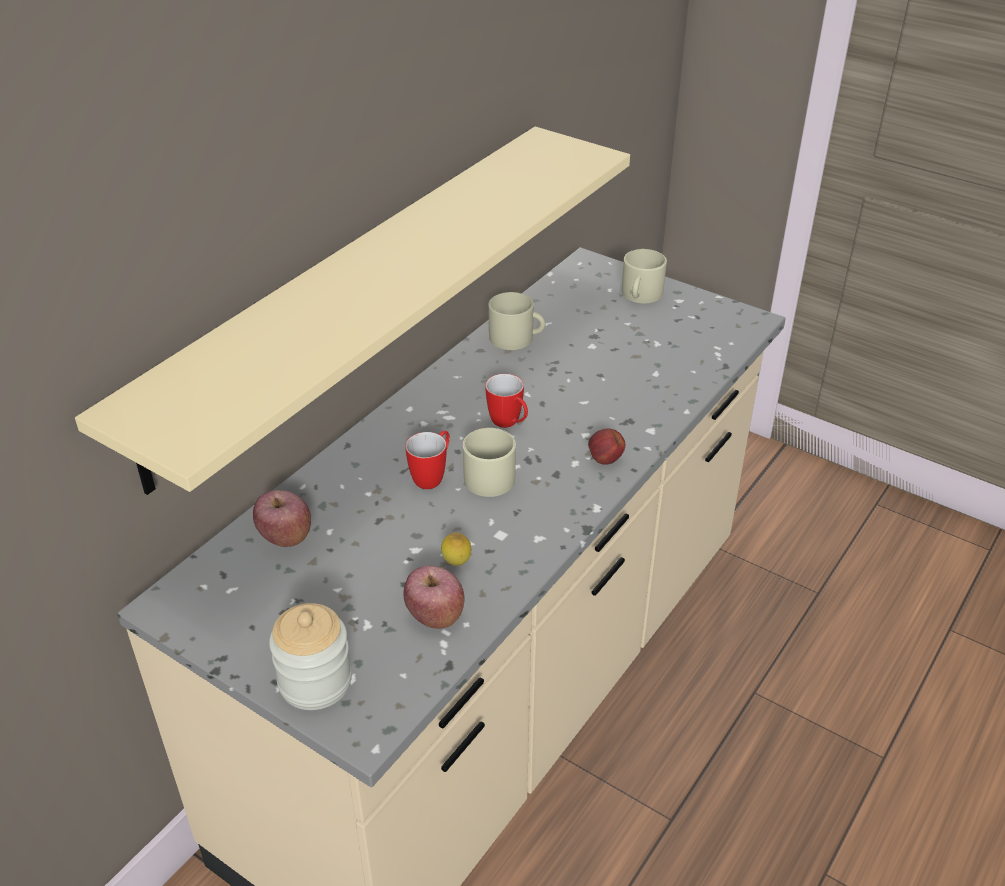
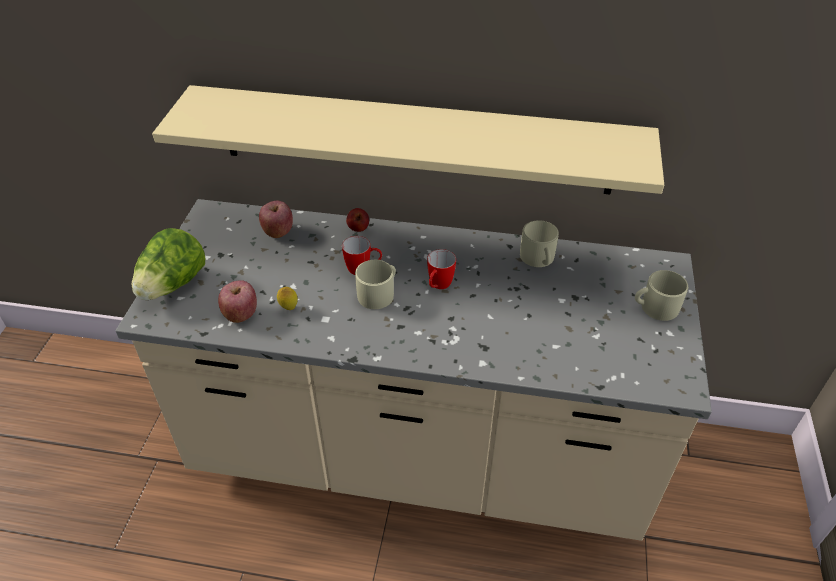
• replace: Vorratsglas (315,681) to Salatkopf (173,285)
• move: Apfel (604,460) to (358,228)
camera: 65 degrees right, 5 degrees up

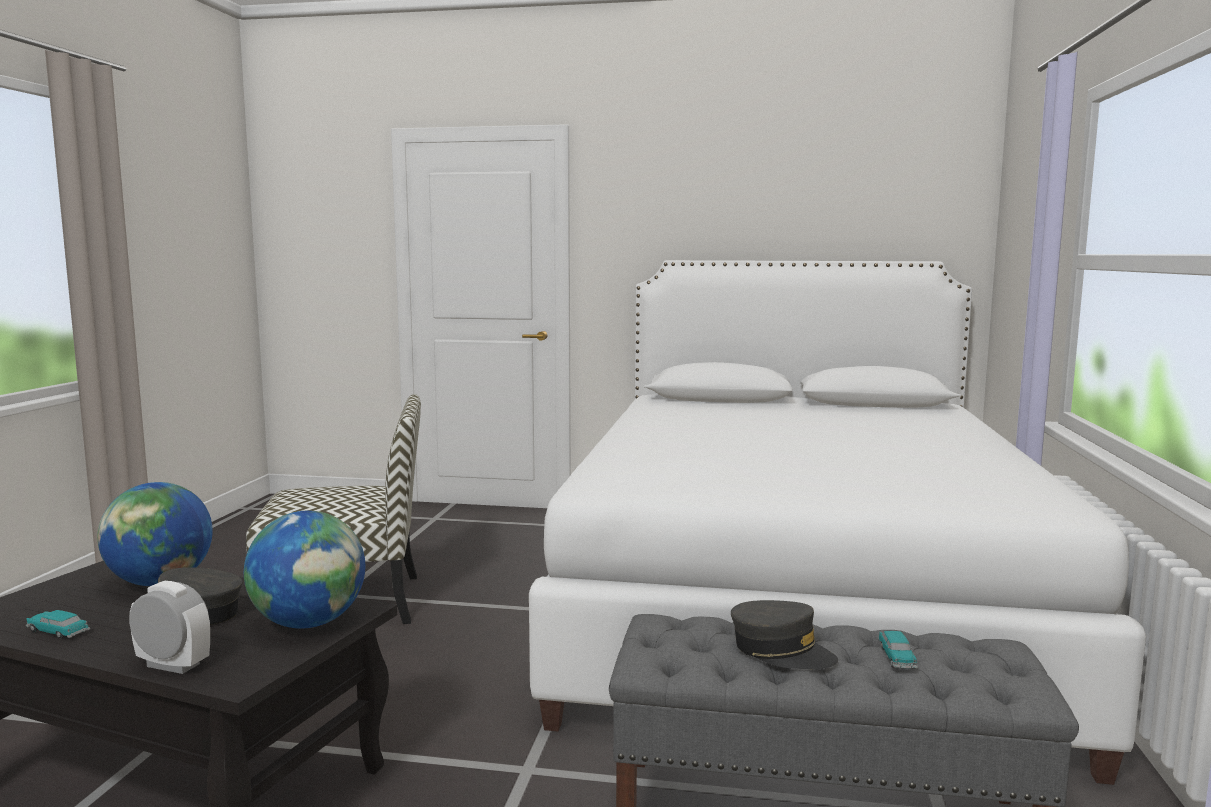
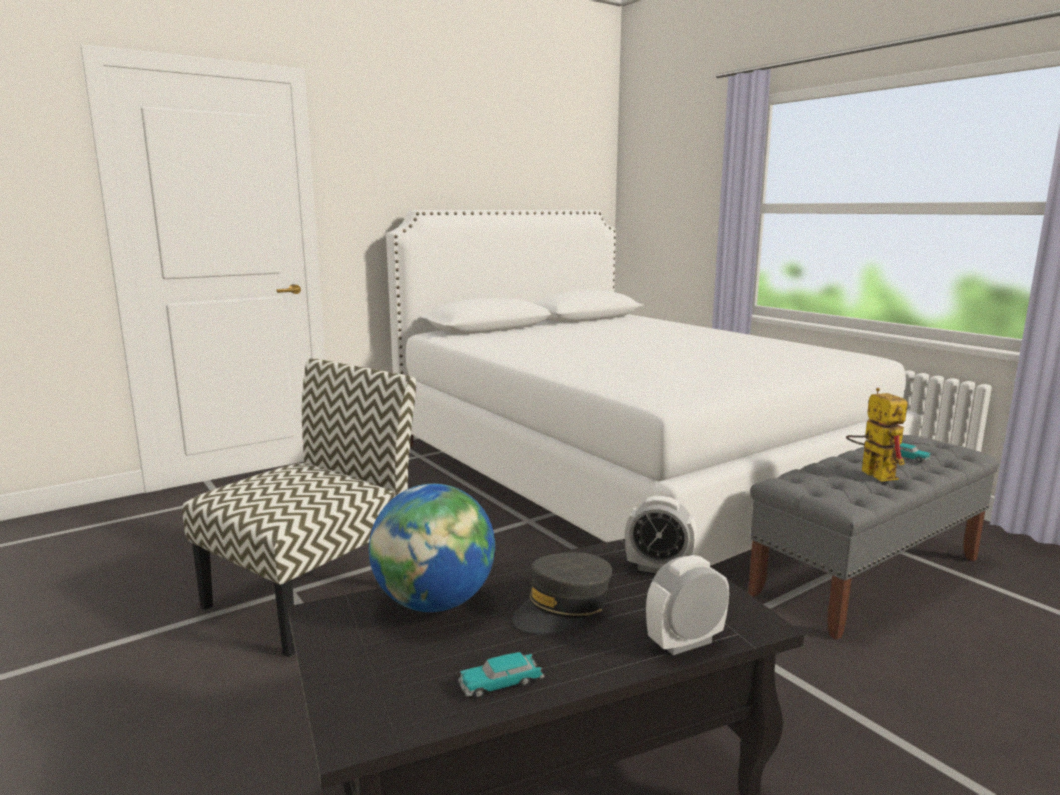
• replace: Globus (309,623) to Wecker (659,568)
• replace: Kappe/grau (781,651) to Spielzeugroboter (871,473)
camera: 45 degrees left, 5 degrees up

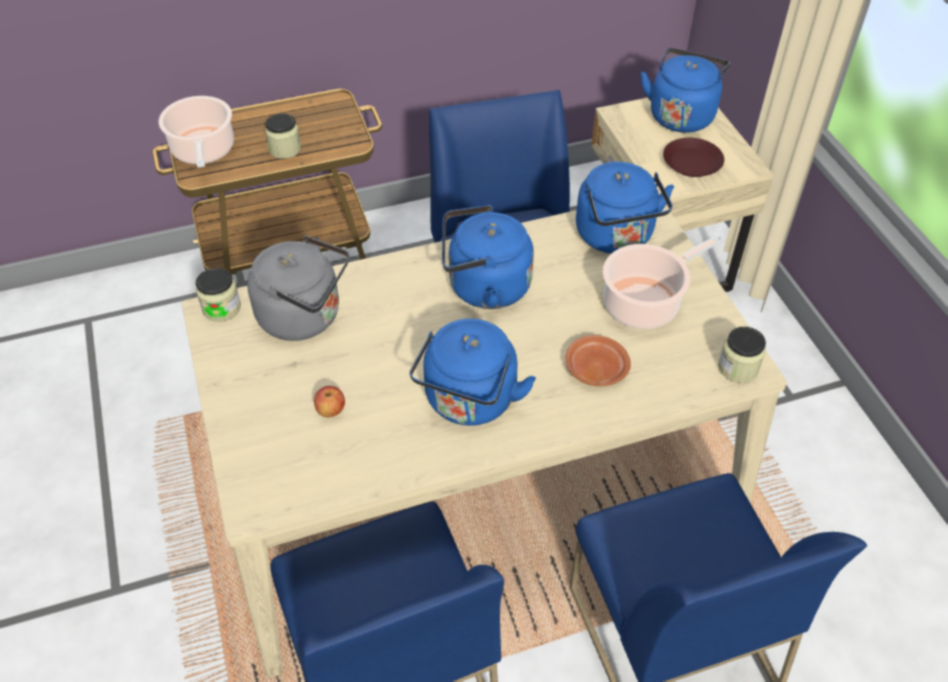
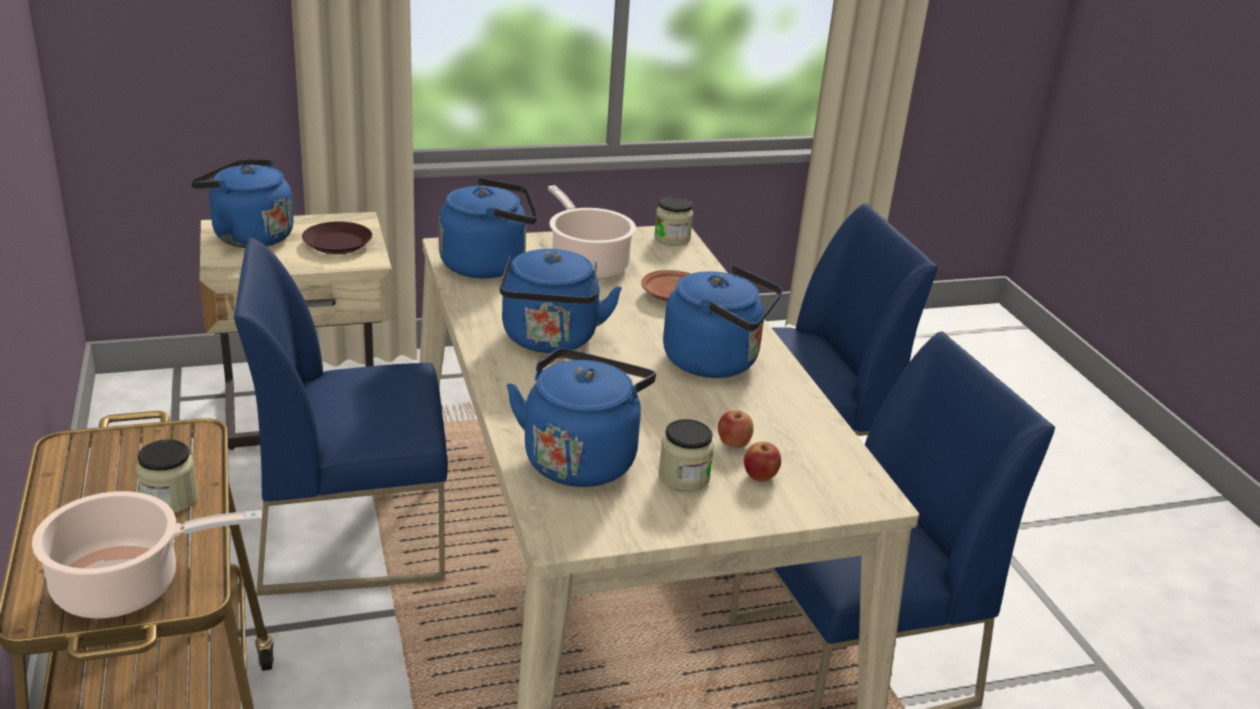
• recolor: Wasserkessel/grau (305,316) to Wasserkessel/blau (581,458)
• move: Vorratsglas (221,308) to (684,477)
• insert: Apfel (760,477)
camera: 90 degrees left, 20 degrees down

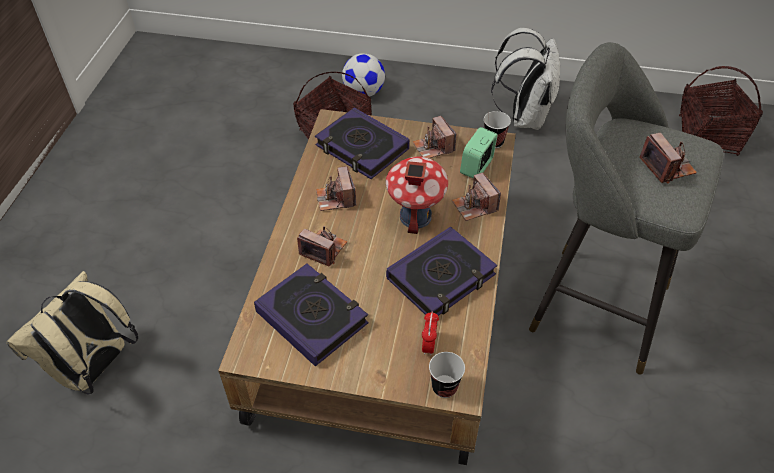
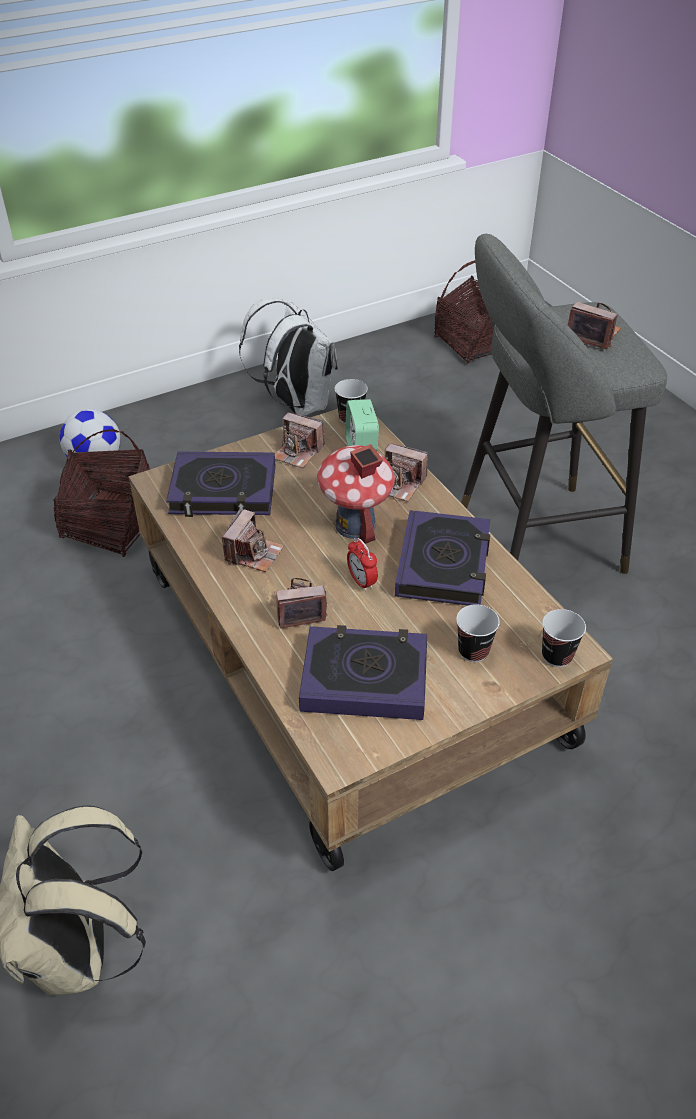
• rotate: Kamera (336,198) = (253,554) 105 degrees counterclockwise
• move: Wecker (428,345) to (362,581)
• insert: Tasse (473,651)
camera: 40 degrees left, 5 degrees down

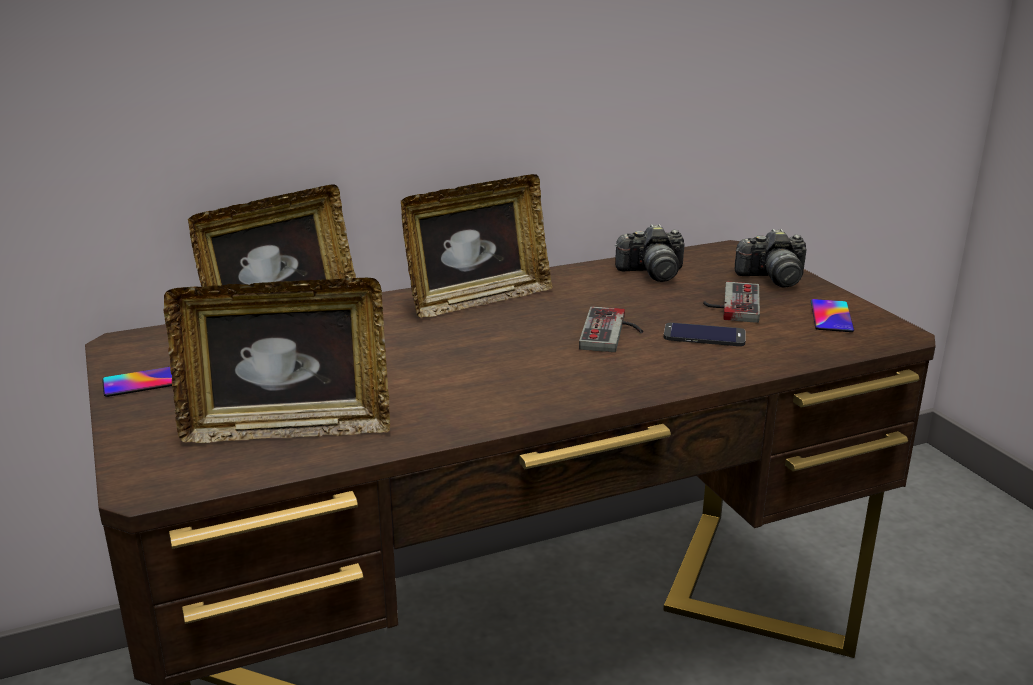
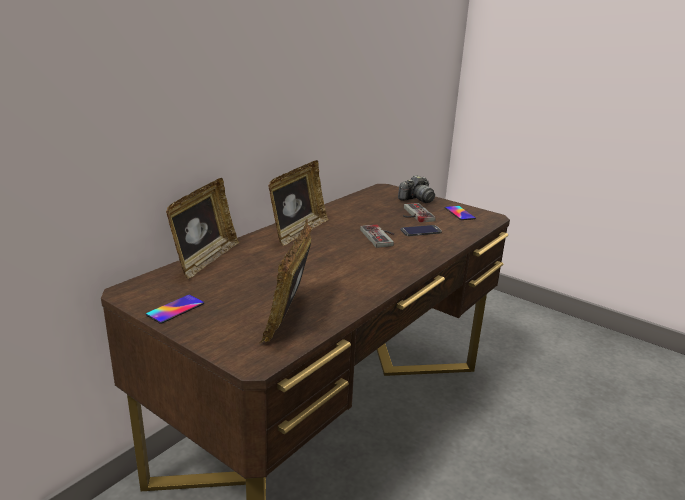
• rotate: Bilderrahmen (287,429) = (288,316) 135 degrees clockwise
• delete: Kamera (652,273)
camera: 30 degrees left, 0 degrees up

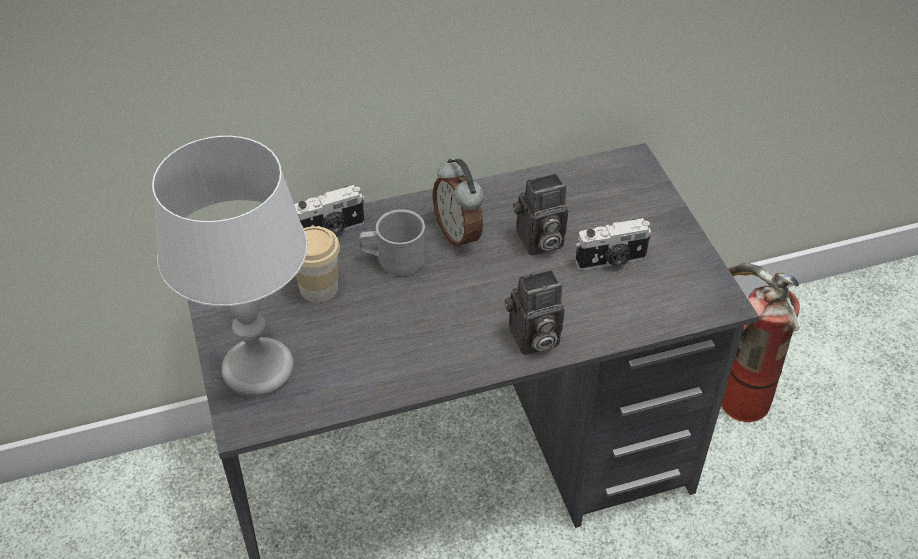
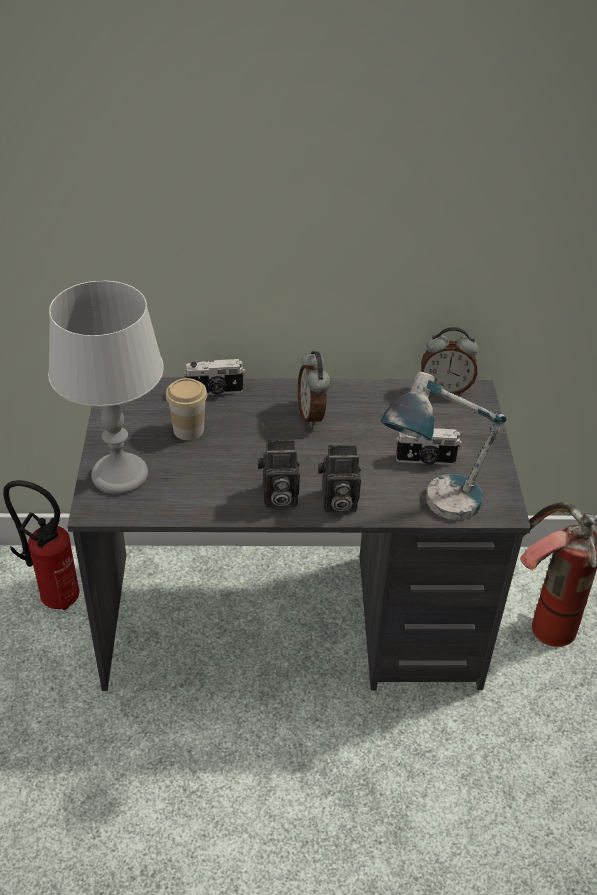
• insert: Feuerlöscher (56,596)
• move: Kamera (538,242) to (278,498)
• insert: Tischlampe (432,508)
• insert: Wecker (445,389)
• delete: Henkelbecher/grau (393,259)
camera: 15 degrees right, 5 degrees down

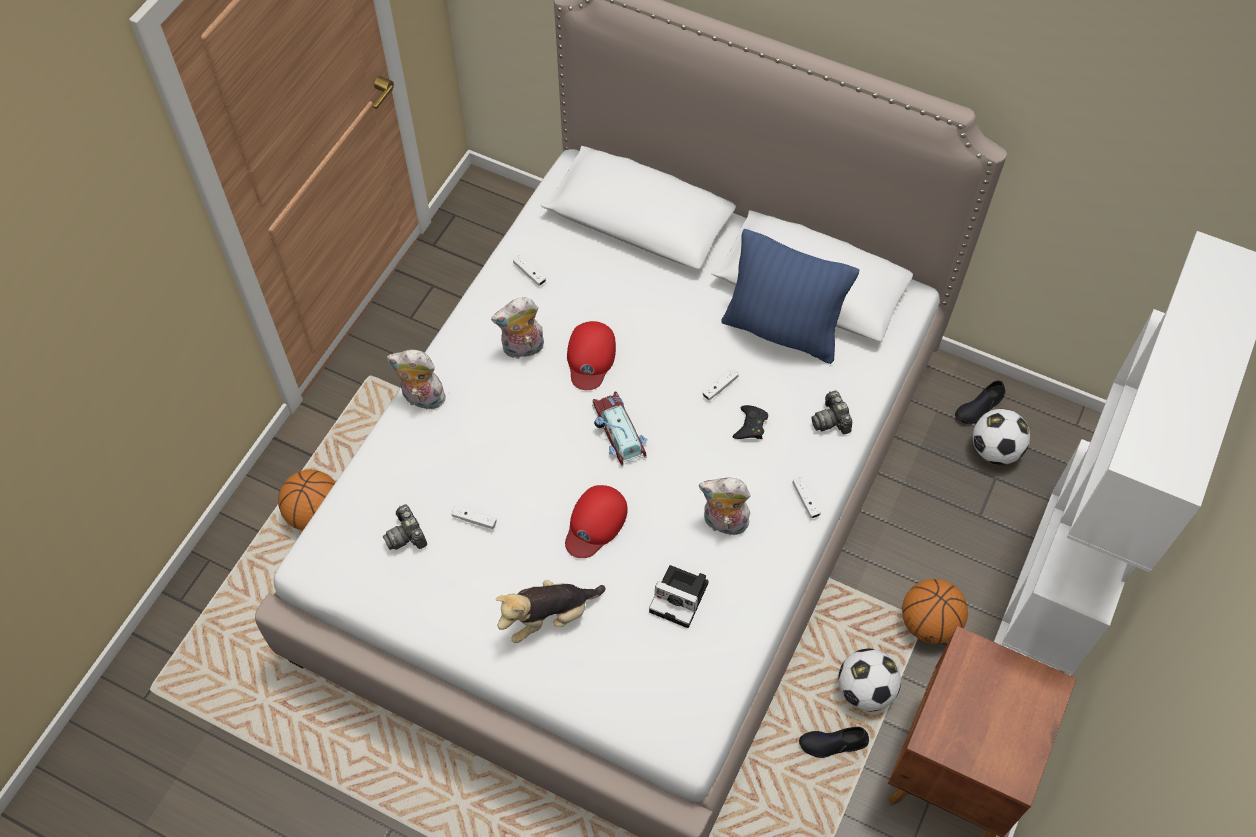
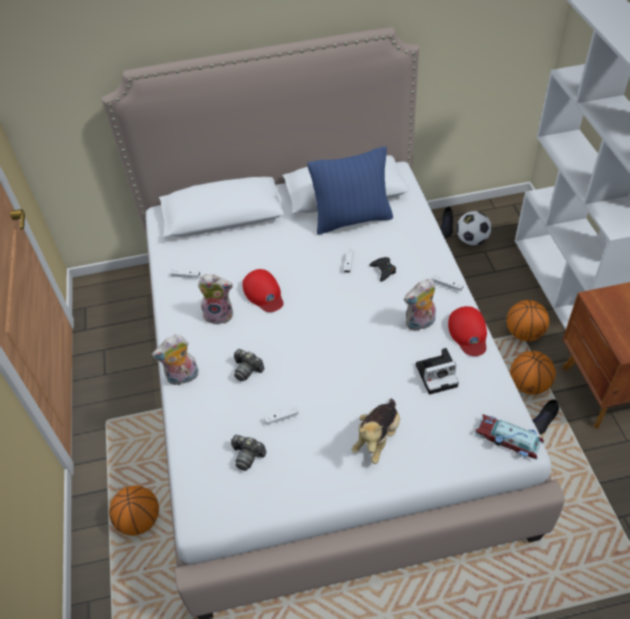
• rotate: Plüschtier (522,349) = (220,314) 120 degrees counterclockwise
• move: Kamera (831,420) to (247,369)
• move: Kappe/rot (595,523) to (468,333)
• move: Spielzeugauto (617,433) to (508,440)
• replace: Fußball (865,690) to Basketball (529,385)
camera: 35 degrees left, 10 degrees down

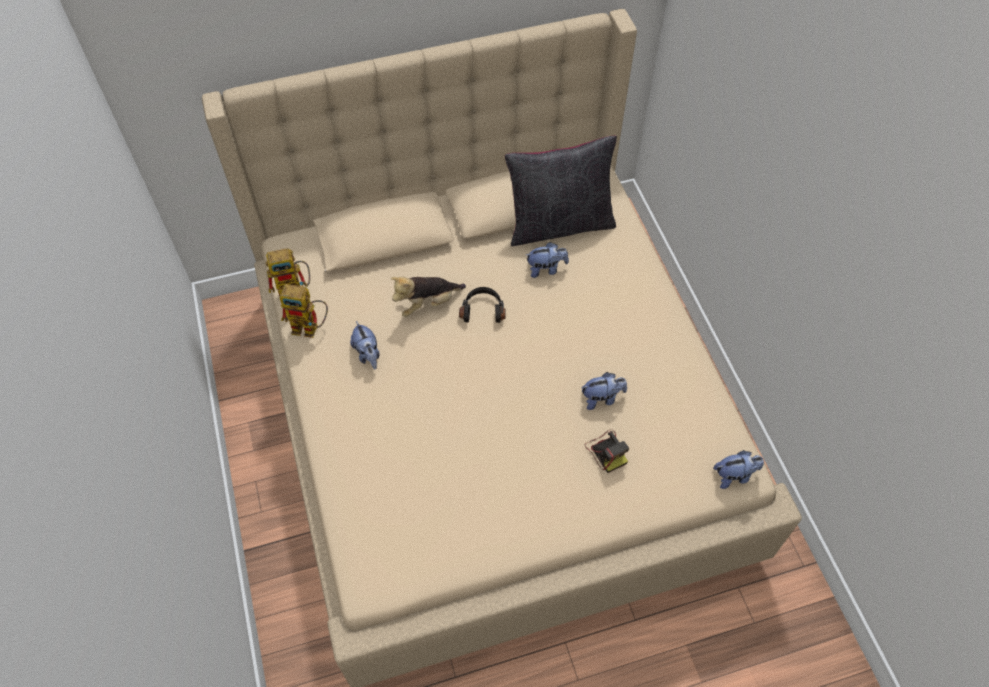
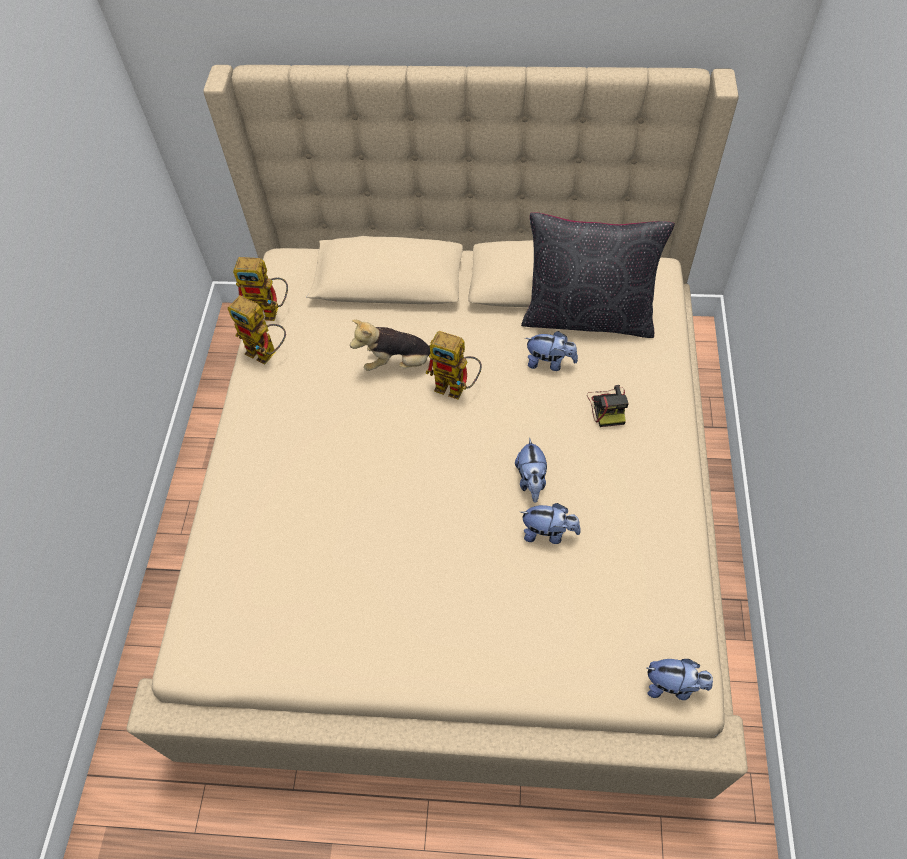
• replace: Kopfhörer/schwarz (482,309) to Spielzeugroboter (457,387)
• move: Plüschtier (368,354) to (531,481)
• move: Kamera (606,451) to (608,406)
camera: 25 degrees right, 0 degrees up

